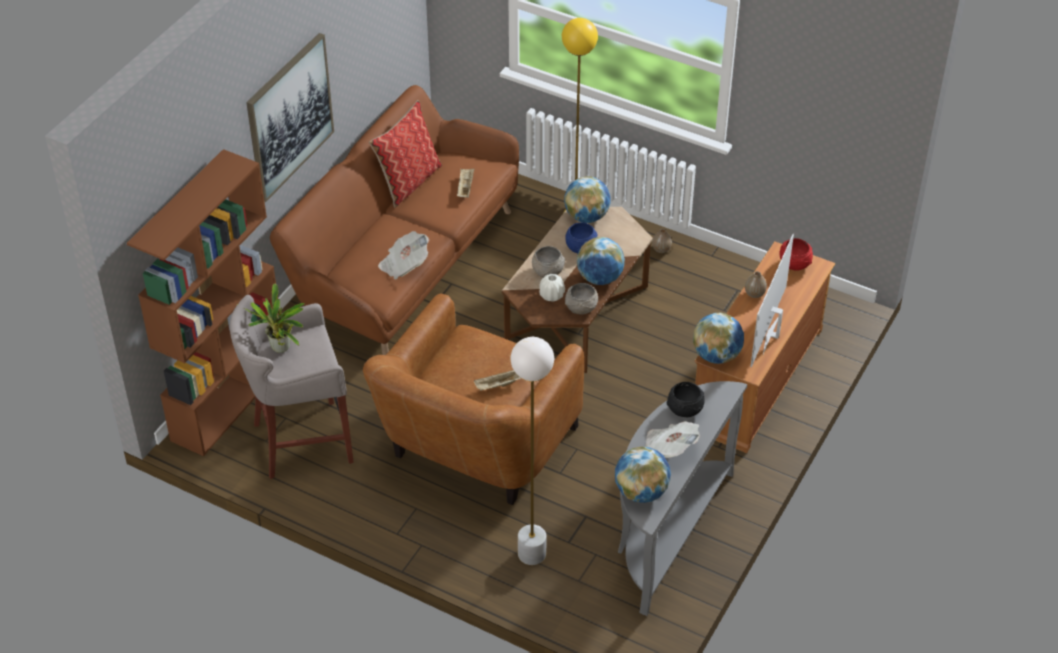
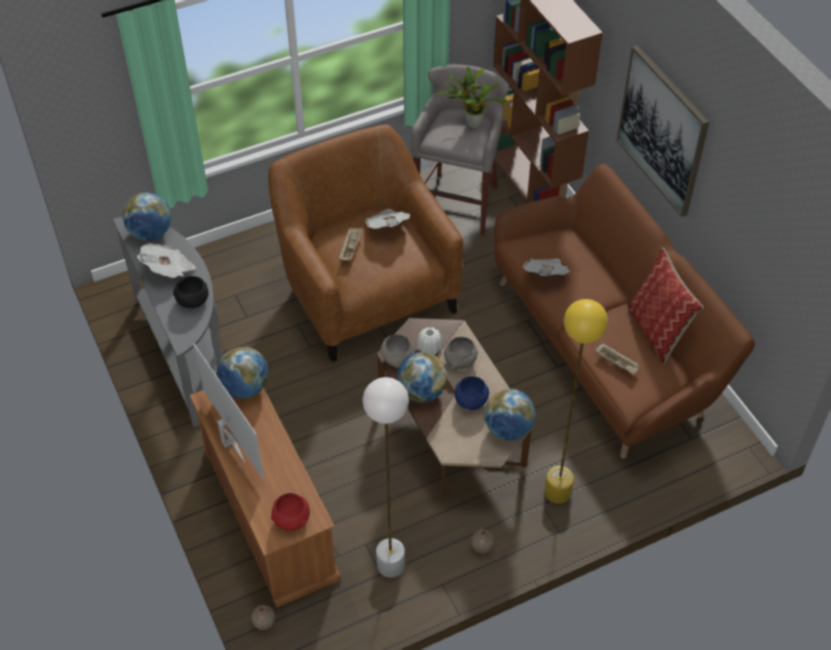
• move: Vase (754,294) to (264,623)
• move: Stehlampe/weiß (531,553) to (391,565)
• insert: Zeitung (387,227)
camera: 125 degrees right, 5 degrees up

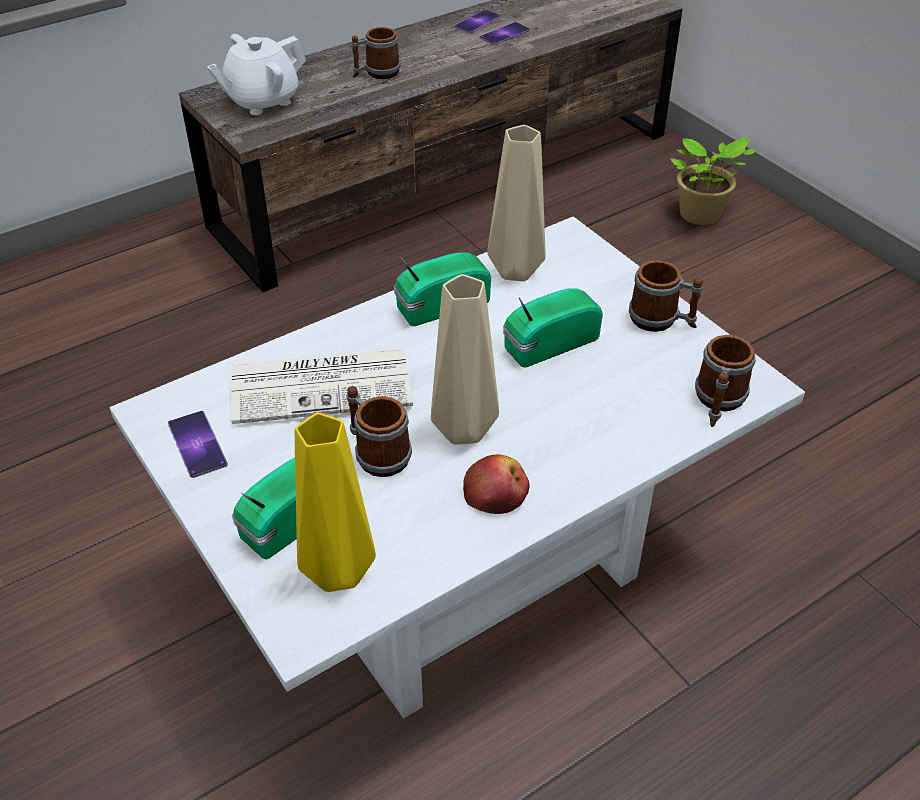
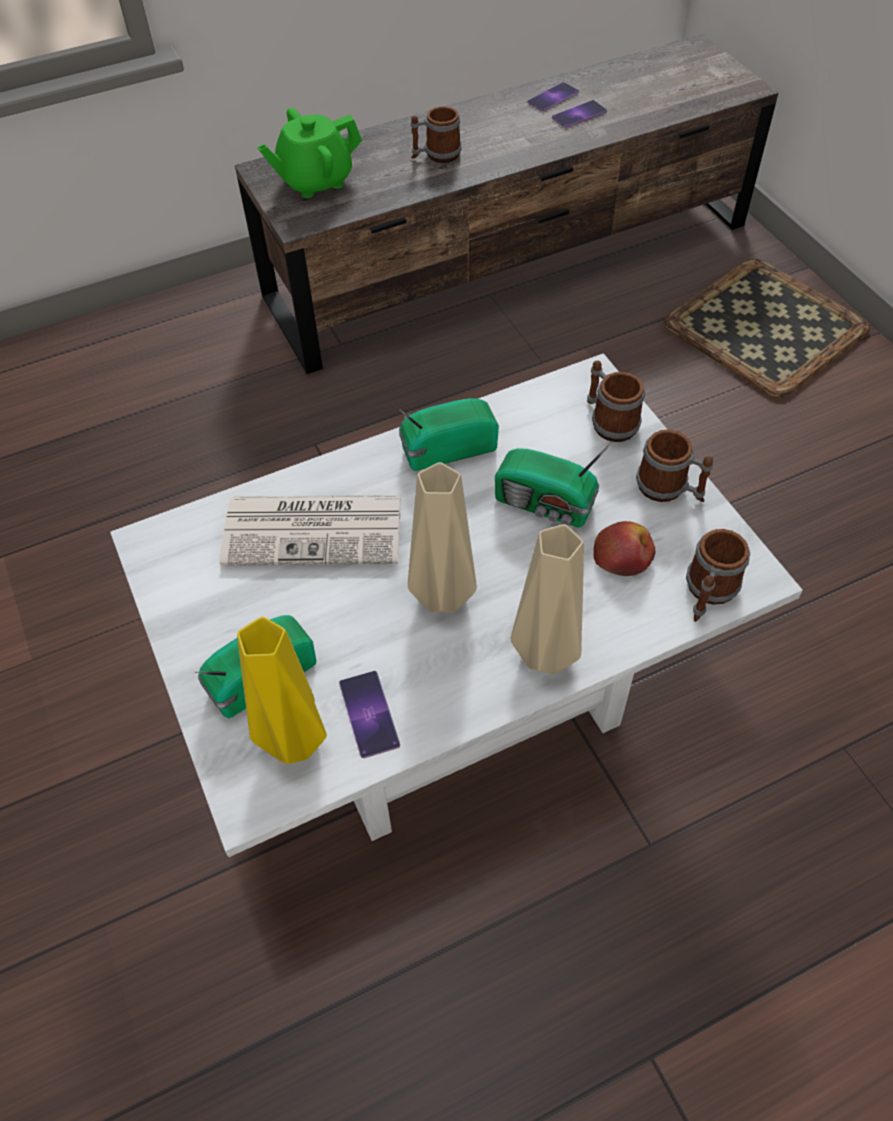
• recolor: Teekanne/weiß (262,100) to Teekanne/grün (315,181)
• move: Handy (197,444) to (369,714)
• rotate: Radio (547,344) = (546,505) 135 degrees counterclockwise
• move: Vase/beige (513,271) to (542,655)
• move: Henkelbecher (376,453) to (608,421)
• move: Apfel (496,493) to (623,556)
• replace: Topfpflanze (701,216) to Tablett (765,325)
camera: 10 degrees right, 10 degrees up

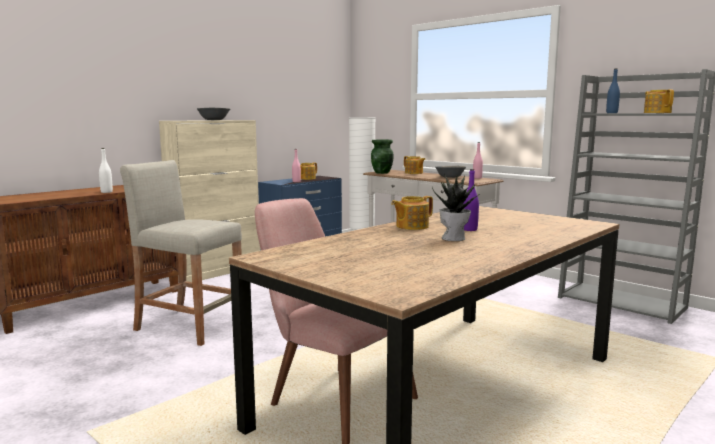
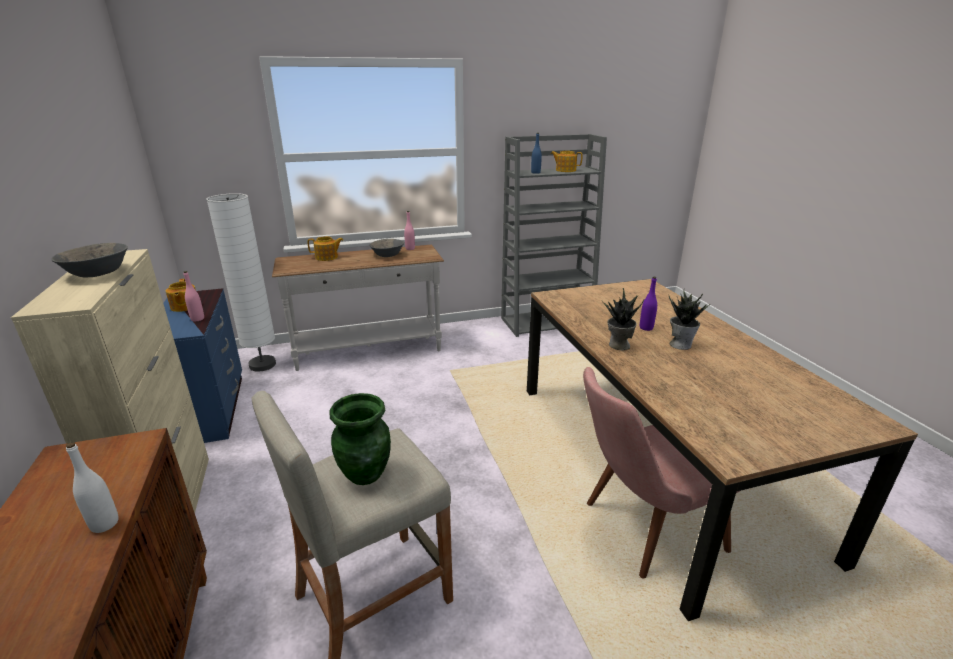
• move: Vase/grün (382,173) to (366,473)
• replace: Teekanne (411,226) to Topfpflanze (618,345)
camera: 60 degrees left, 15 degrees up

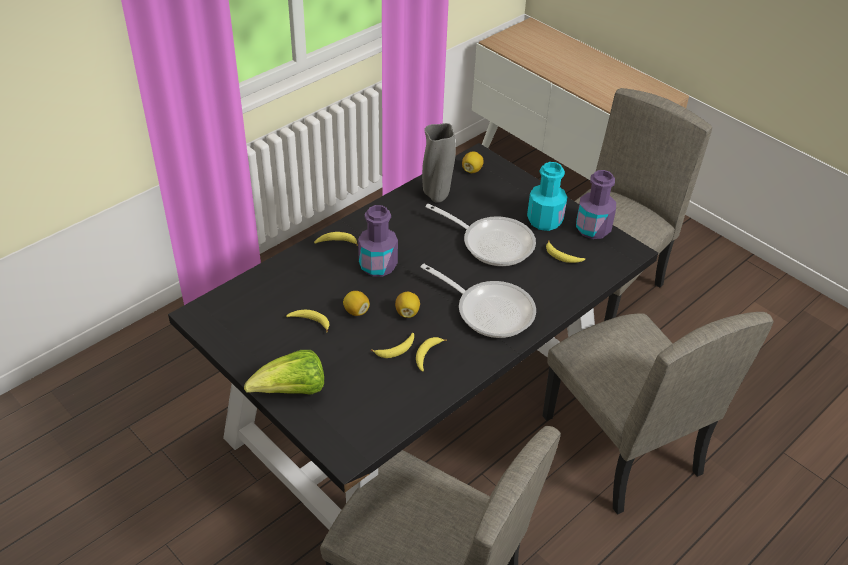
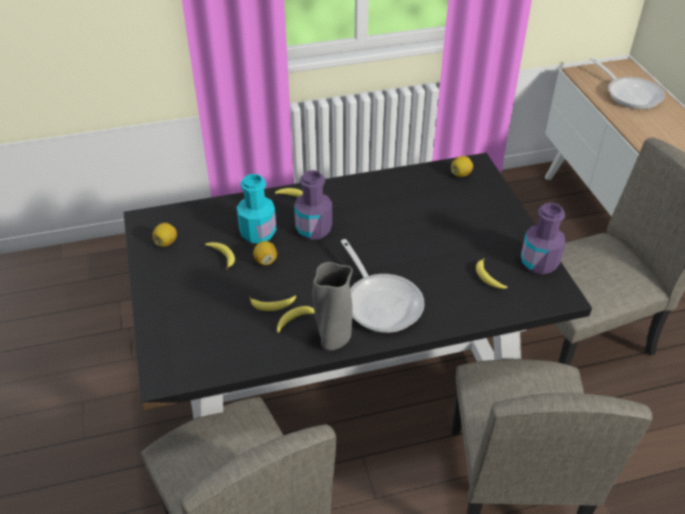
• move: Zitrone (407,312) to (166,242)
• move: Flasche/türkis (544,220) to (258,233)
• move: Vase/grau (437,195) to (334,340)
• move: Pfanne (492,243) to (630,94)
• delete: Salatkopf (292,391)
camera: 30 degrees right, 0 degrees up

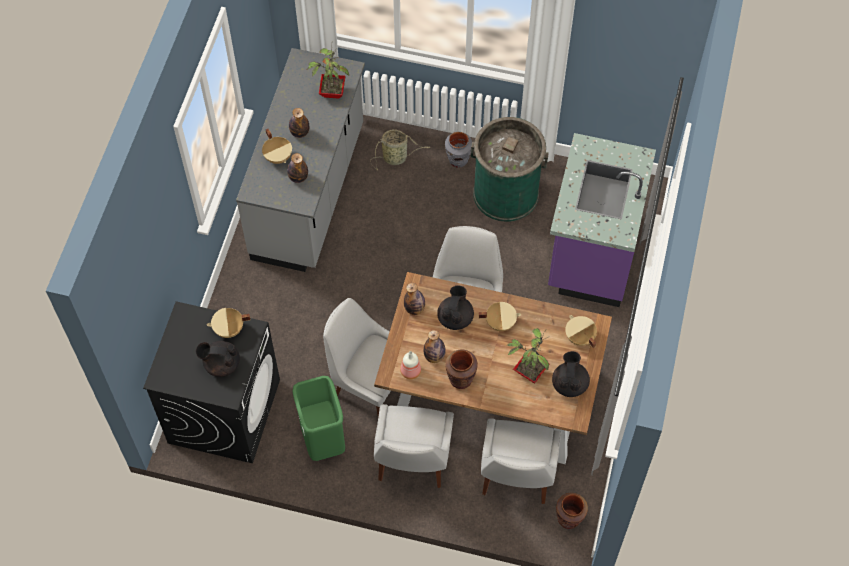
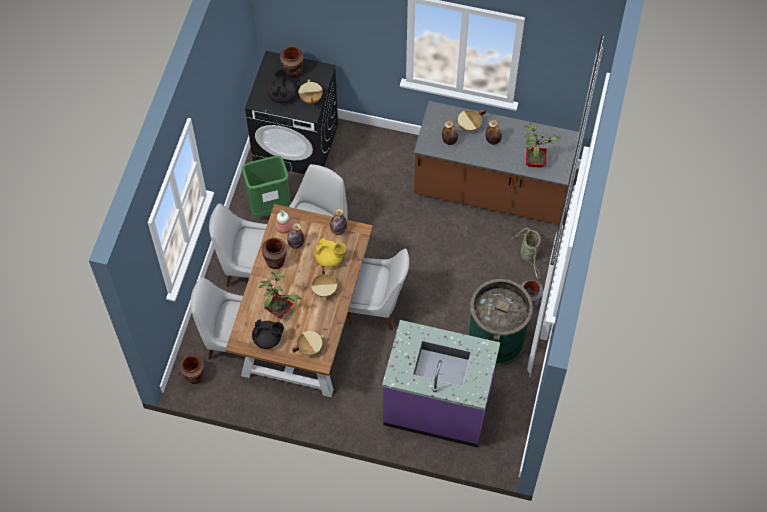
• insert: Vase/braun (293,72)
• recolor: Teekanne/schwarz (455,317) to Teekanne/gelb (330,258)
• recolor: Küchenzeile/grau (310,193) to Küchenzeile/braun (490,192)
camera: 90 degrees right, 0 degrees up

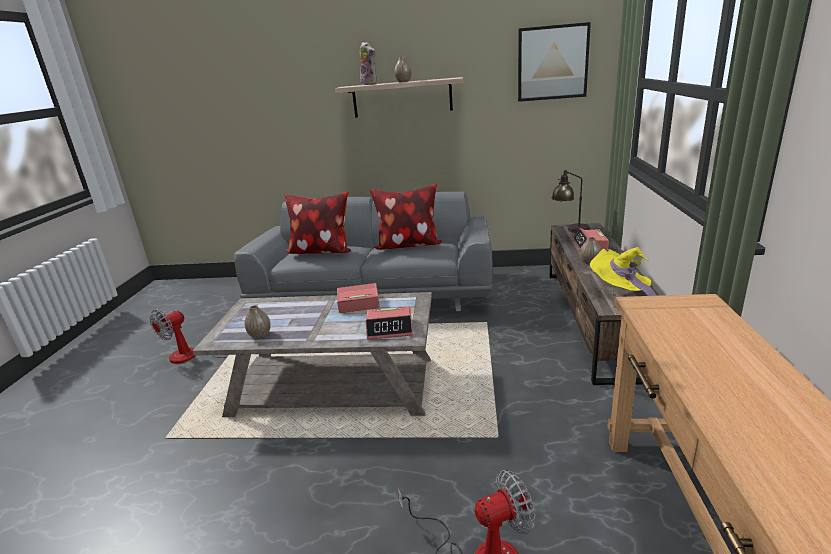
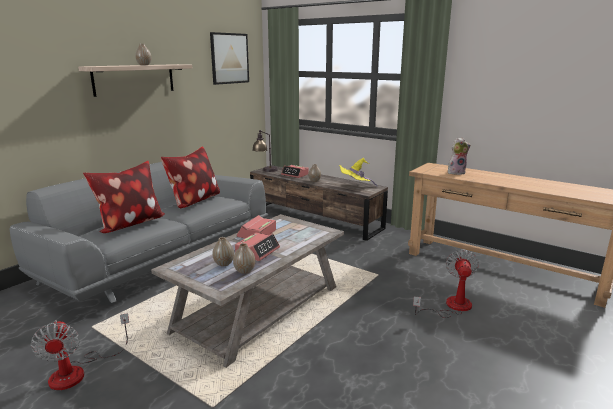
• insert: Vase (224,264)
• move: Wecker (390,329) to (257,251)
• move: Plüschtier (370,84) to (456,172)
camera: 60 degrees left, 5 degrees down

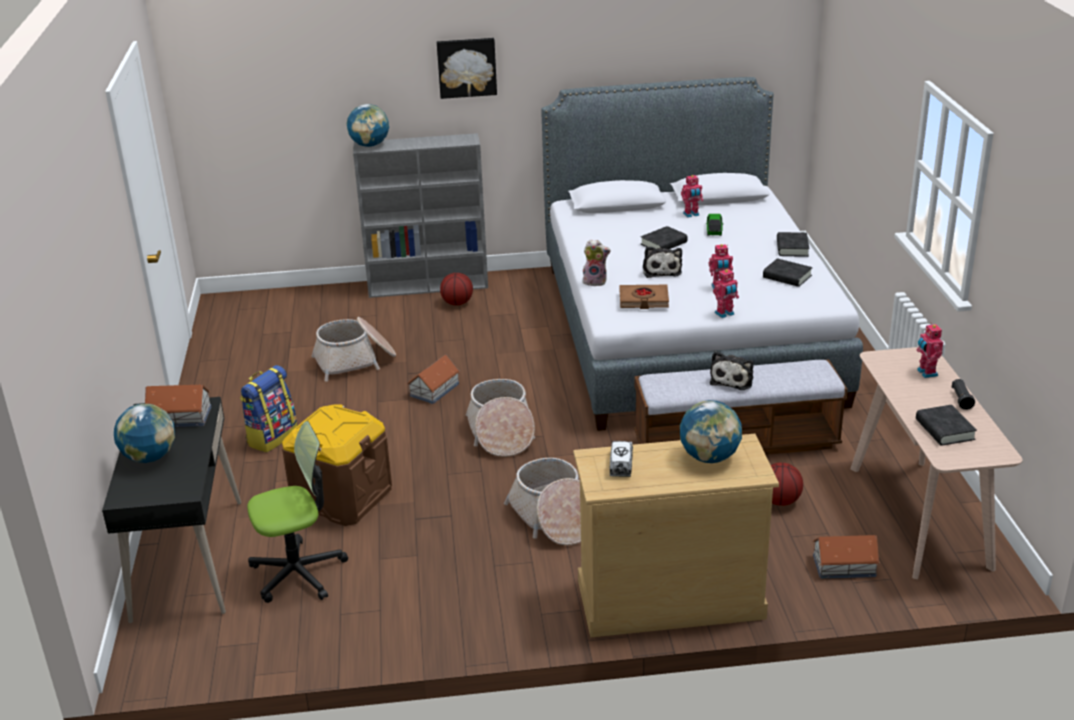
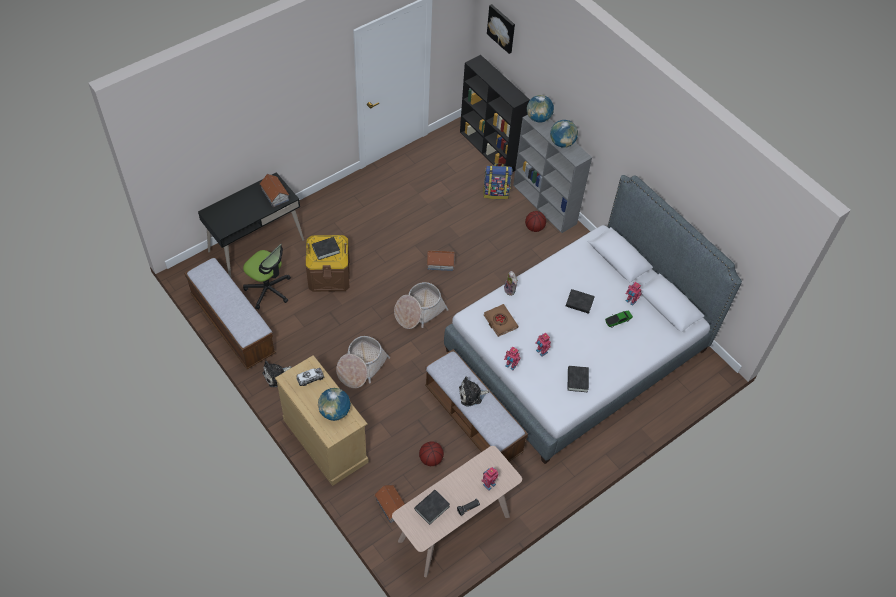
• insert: Bank (232,324)
• move: Plüschtier (661,270) to (276,376)
• move: Buch/schwarz (792,248) to (326,249)
• insert: Bücherregal/schwarz (490,150)
• move: Rucksack (272,437) to (496,192)
• move: Bild (466,67) to (502,28)
• move: Globus (150,457) to (562,143)
• delete: Korb (355,361)
camera: 55 degrees right, 25 degrees up

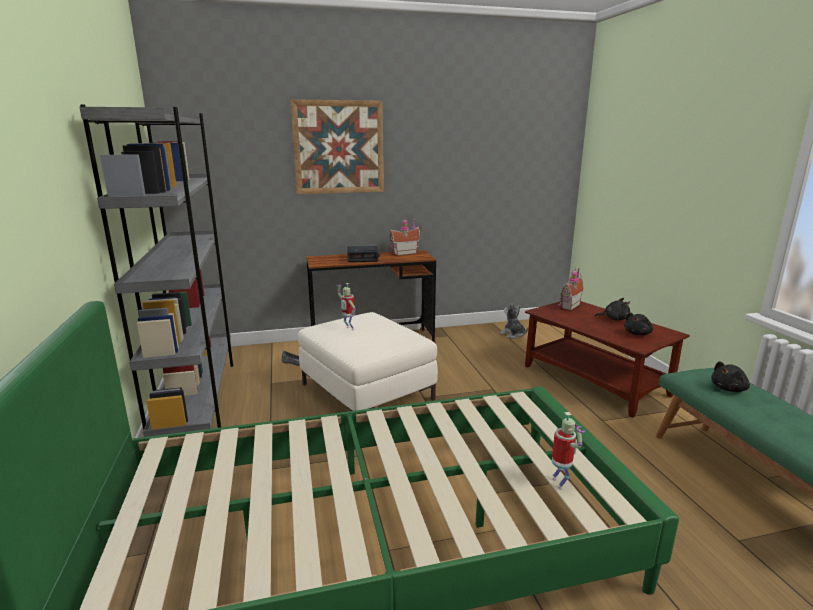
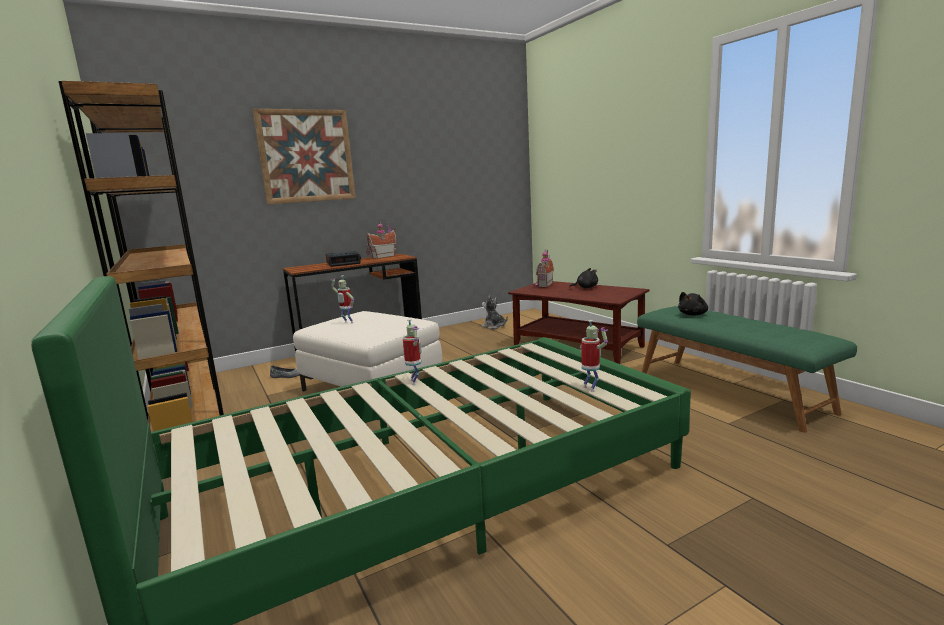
• recolor: Bücherregal/grau (198,397) to Bücherregal/braun (187,418)
• insert: Spielzeugroboter (415,382)
• delete: Plüschtier/schwarz (638,333)
camera: 15 degrees left, 5 degrees down

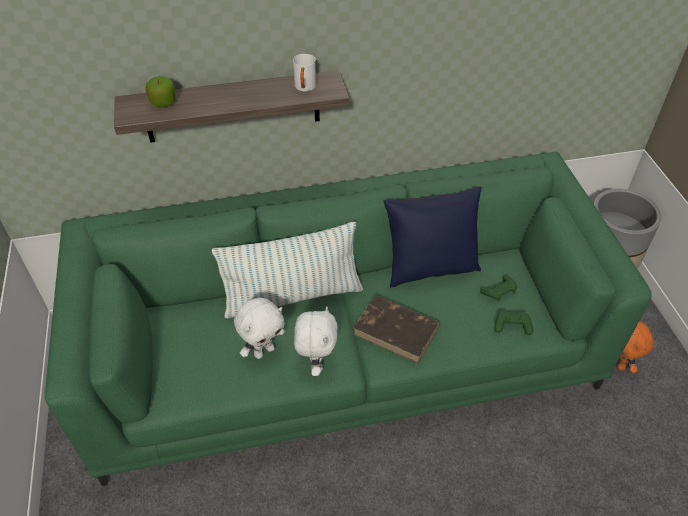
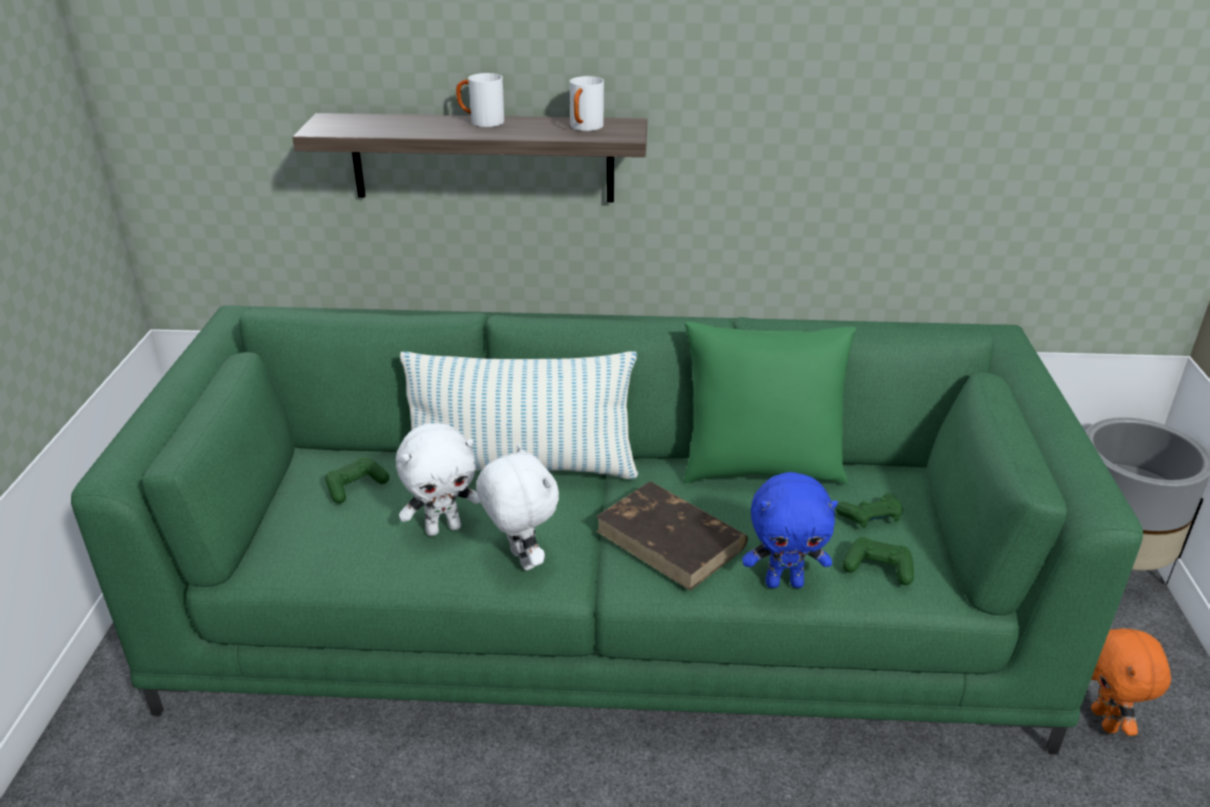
• insert: Gamepad/grün (356,486)
• insert: Henkelbecher/weiß (481,122)
• rotate: Plüschtier/weiß (316,363) = (520,560) 45 degrees counterclockwise
• recolor: Kissen/blau (429,268) to Kissen/grün (760,468)
• insert: Plüschtier/blau (784,582)
• delete: Apfel (163,102)
camera: 15 degrees right, 15 degrees down

